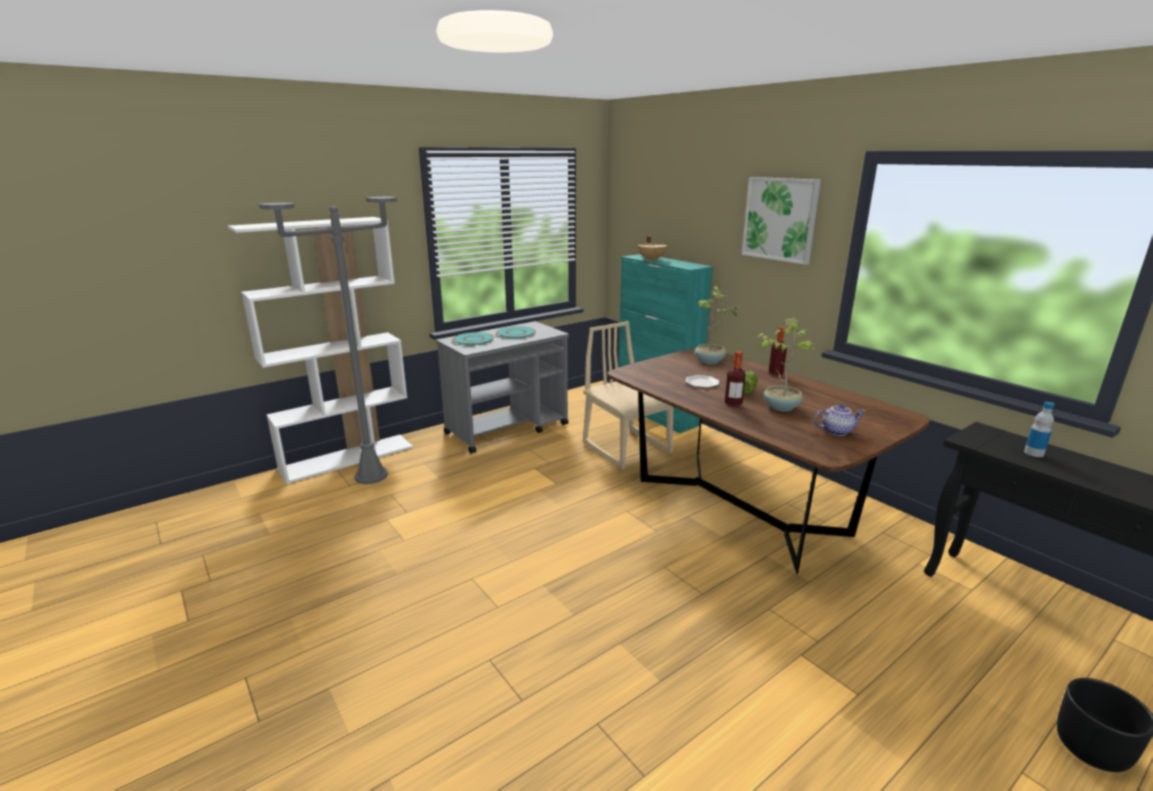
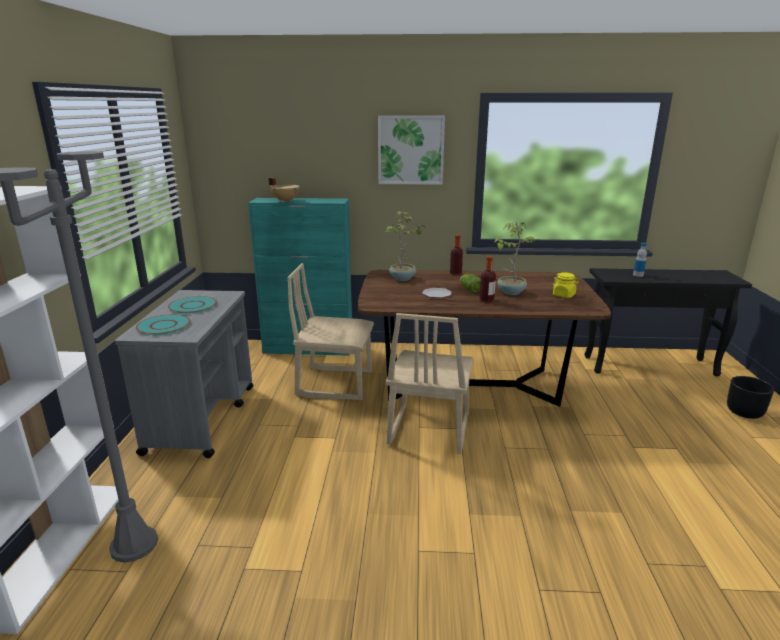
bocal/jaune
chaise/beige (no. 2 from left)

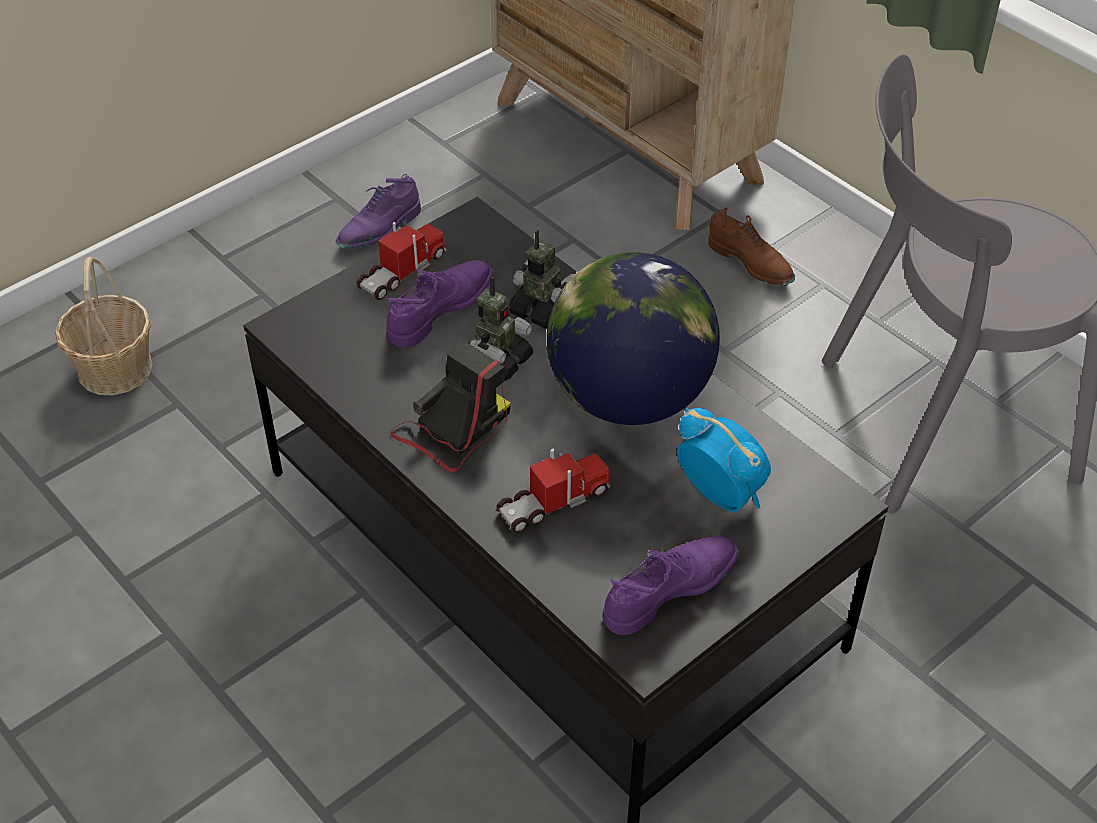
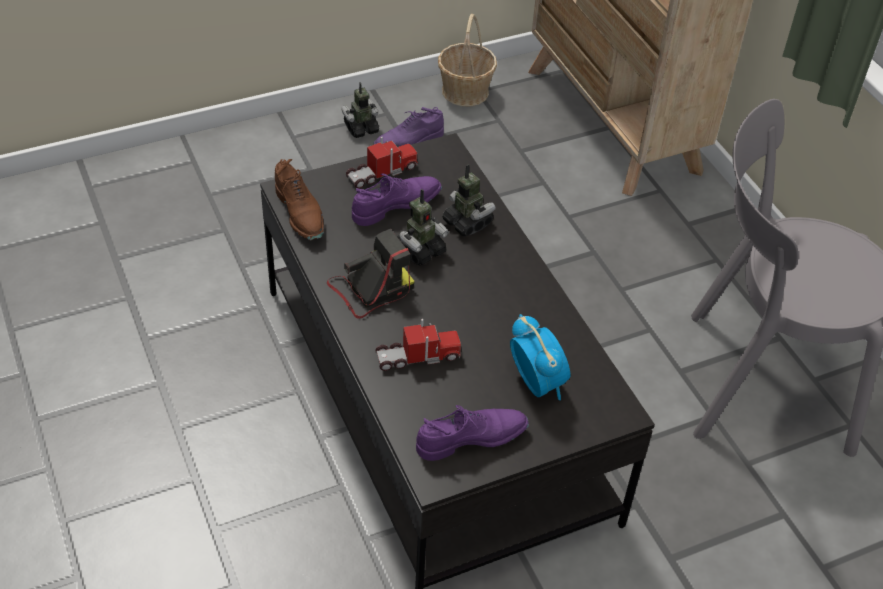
panier
globe
chaussure/marron
robot jouet (no. 1 from left)

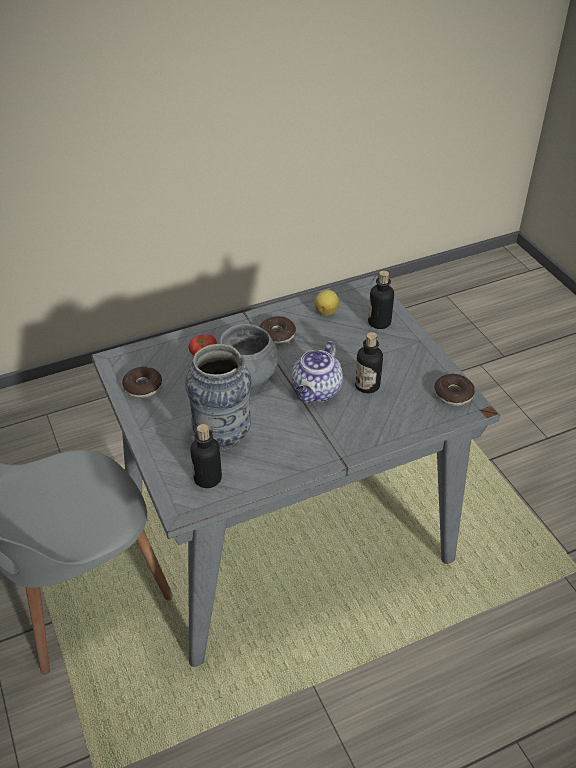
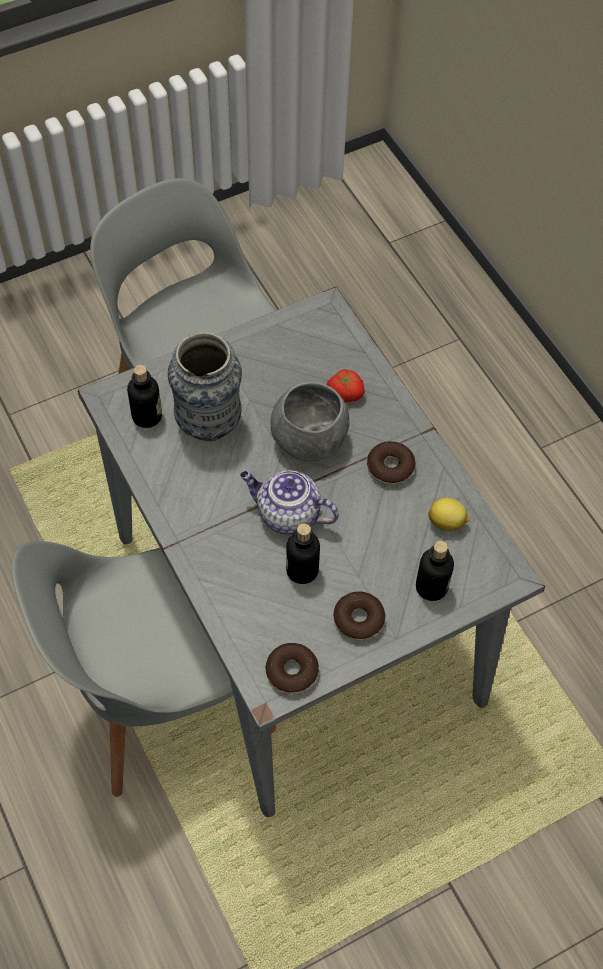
beignet (no. 2 from left)
chaise/gris (no. 1 from left)

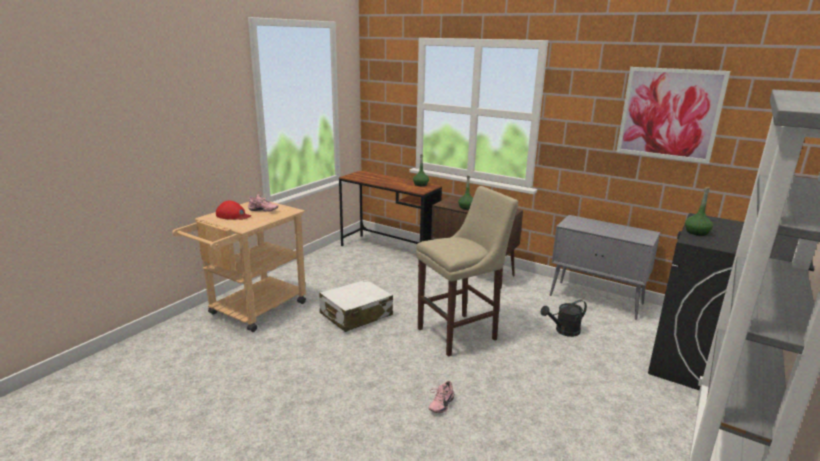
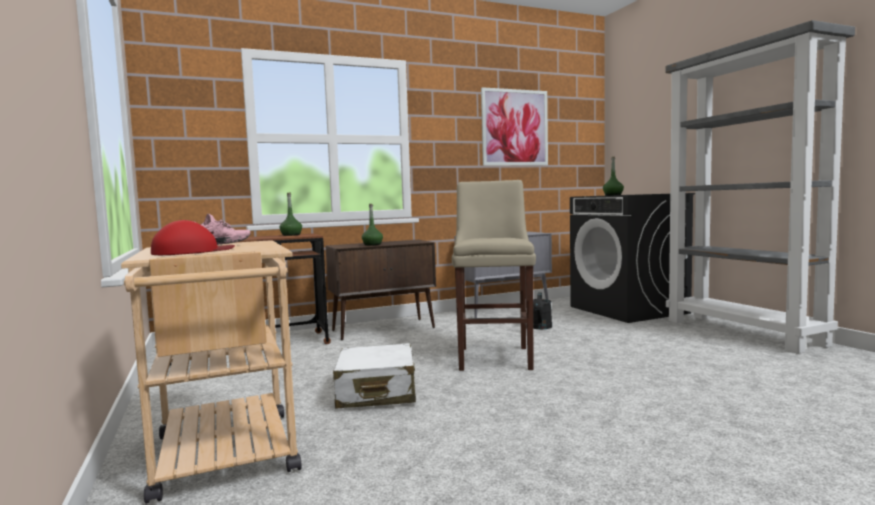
chaussure/rose (no. 2 from left in the first image)

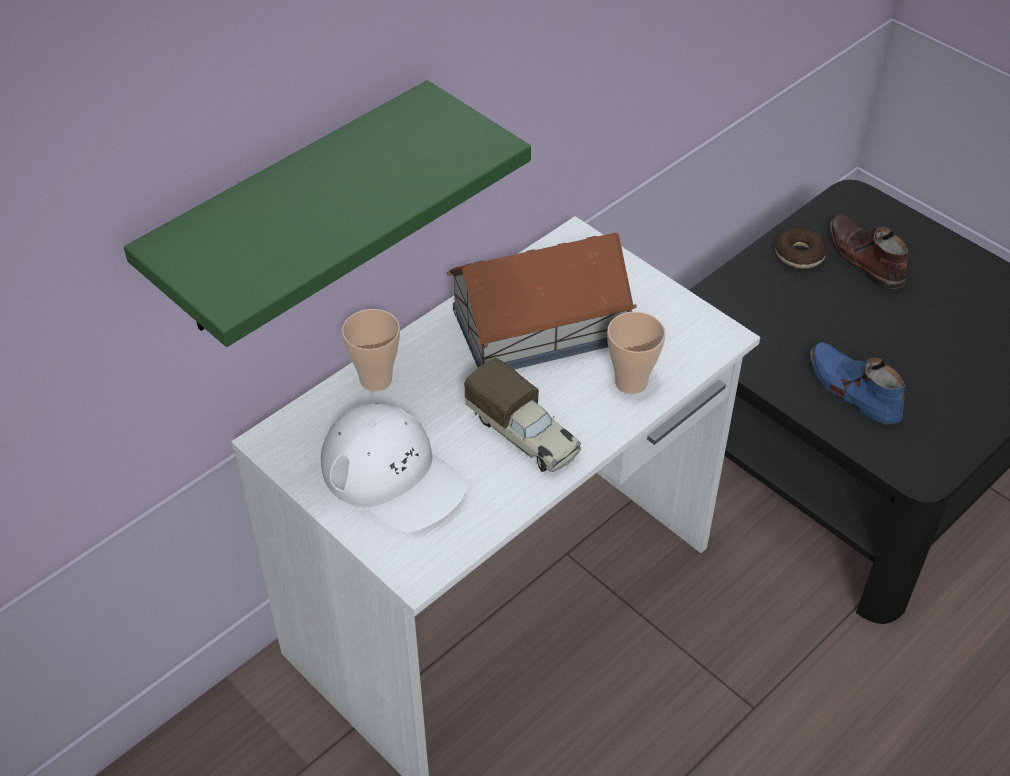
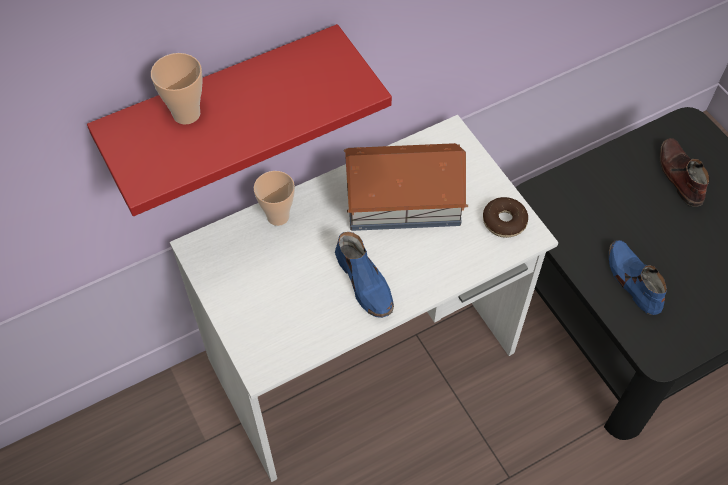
étagère/rouge
casquette/blanc
chaussure/bleu (no. 1 from left)
tasse (no. 1 from left)
beignet

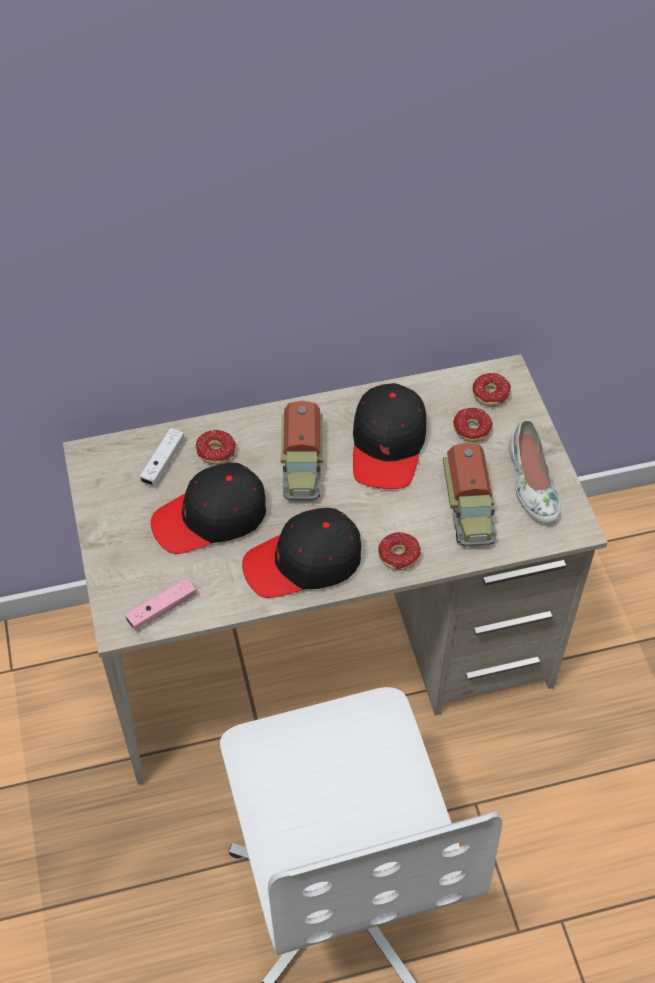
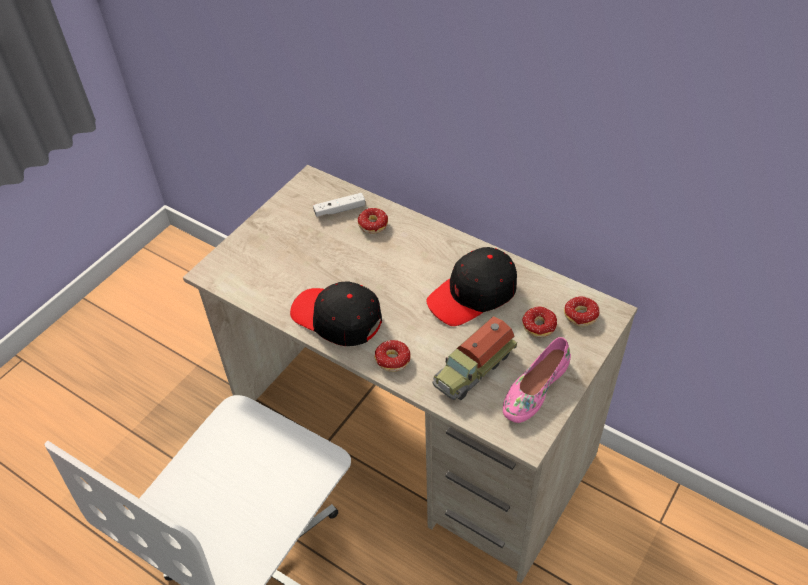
manette/rose
casquette/noir (no. 1 from left in the first image)
camion jouet (no. 1 from left in the first image)
chaussure/rose

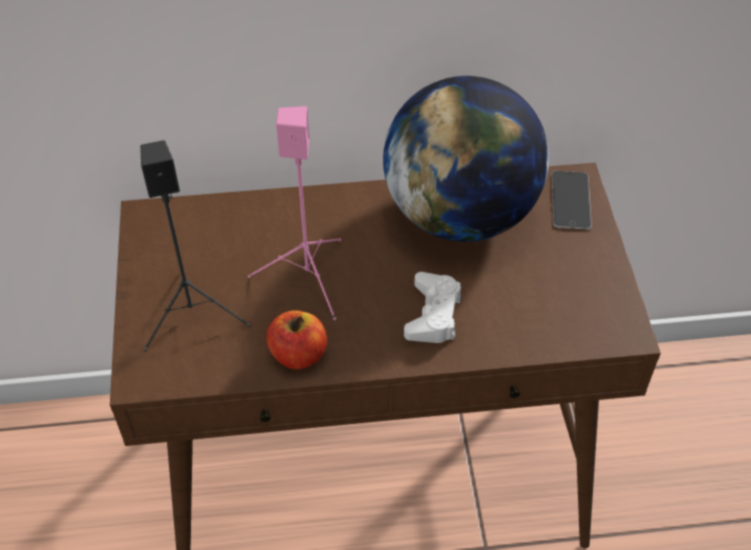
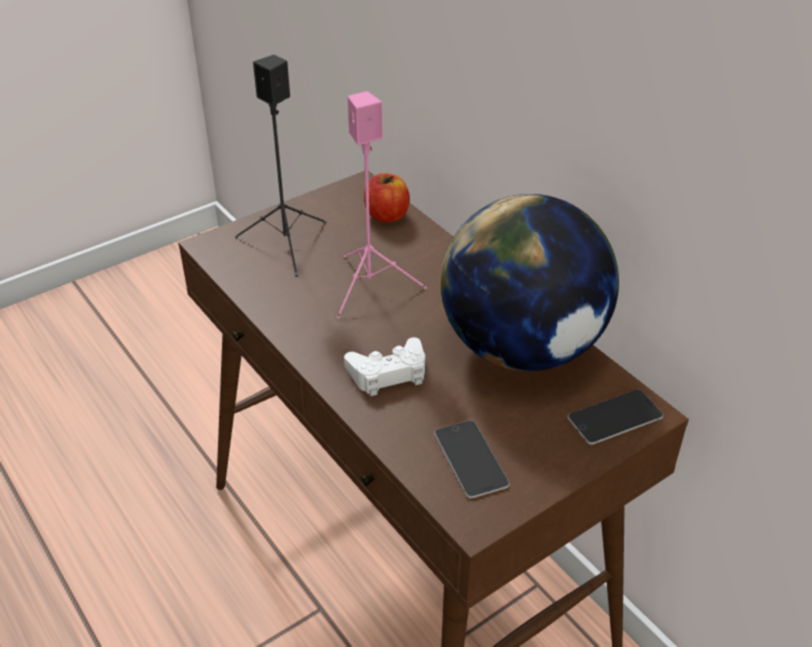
pomme
téléphone (no. 1 from left)

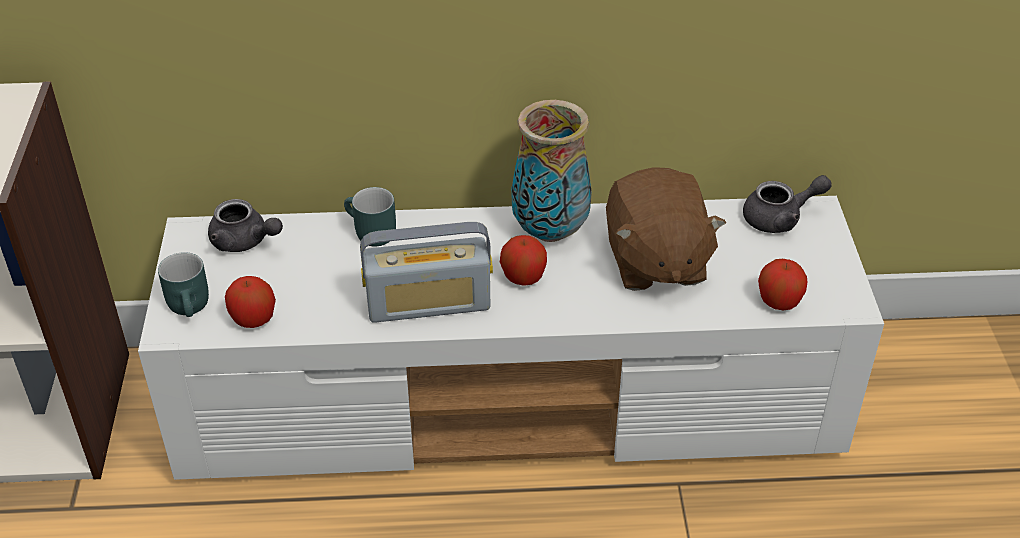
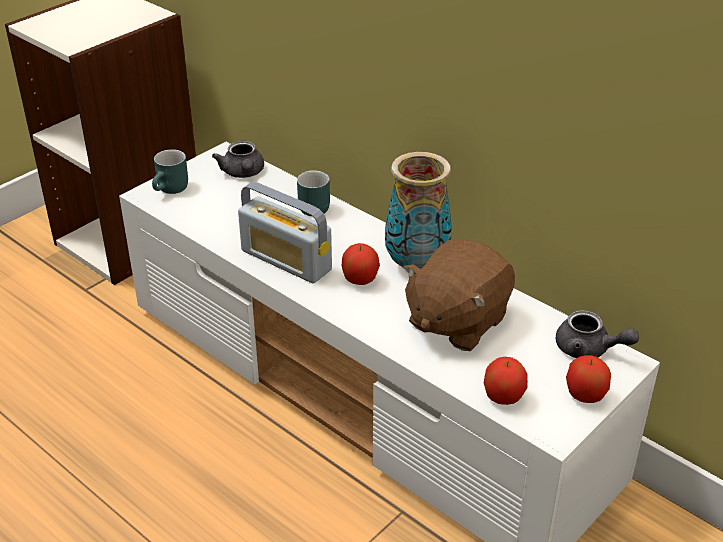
pomme (no. 3 from left)

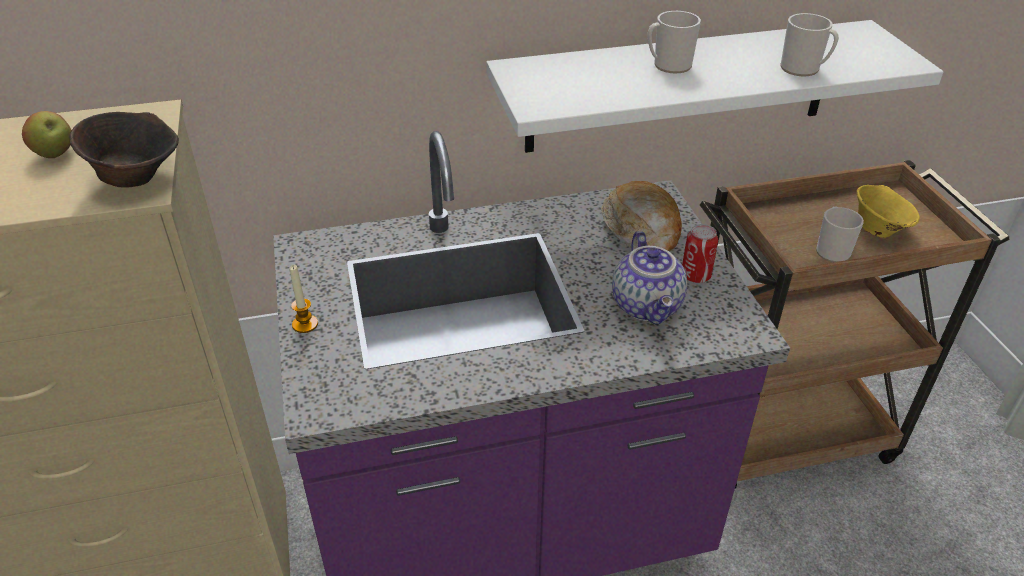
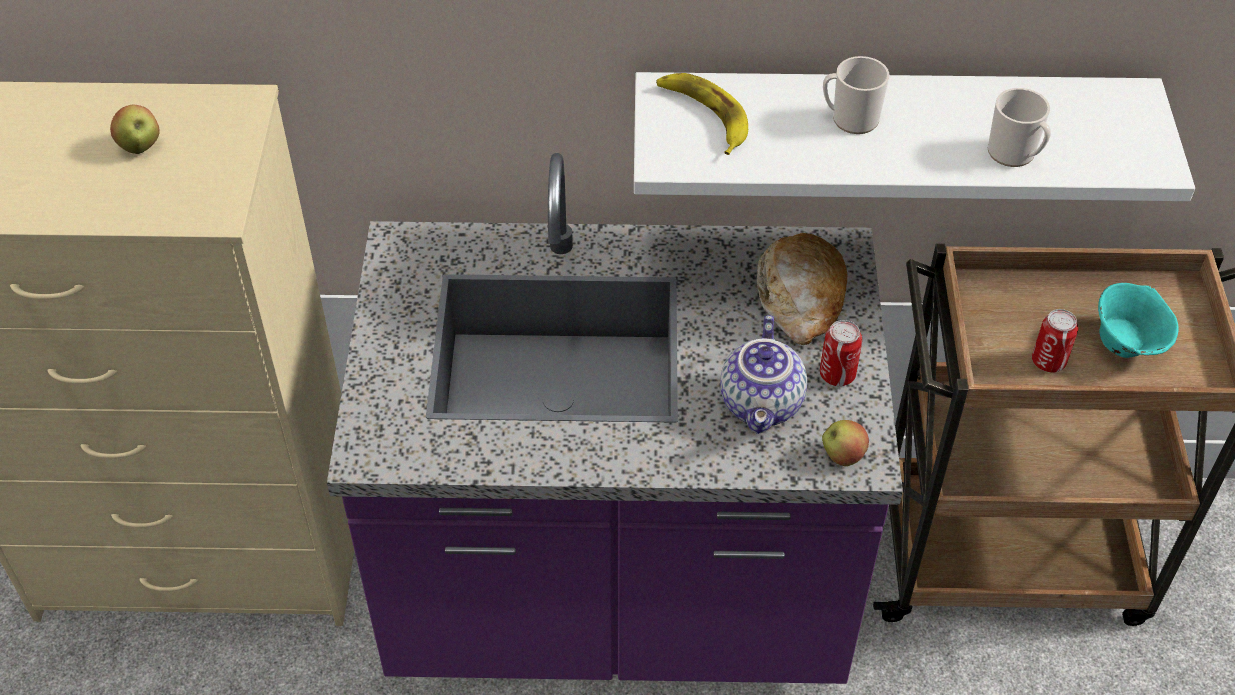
bol/marron
bougie
boîte métallique (no. 2 from left)
bol/turquoise
banane
pomme (no. 2 from left)

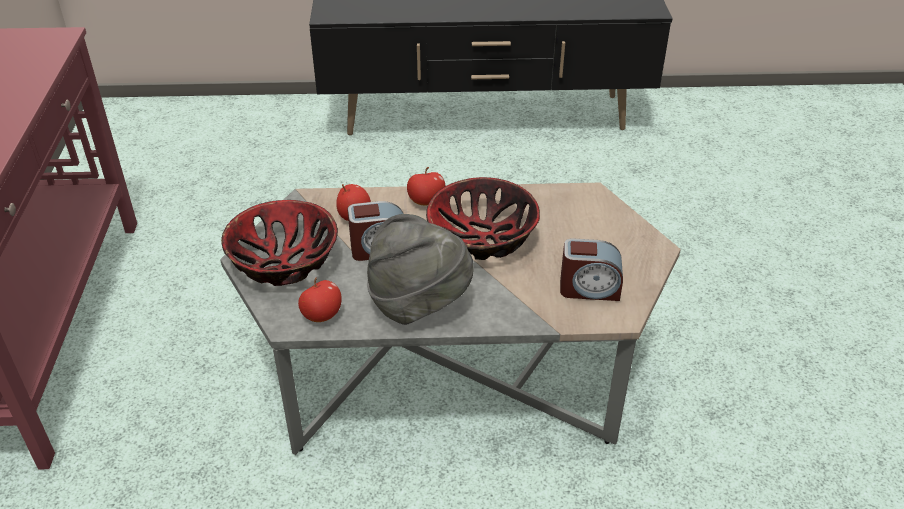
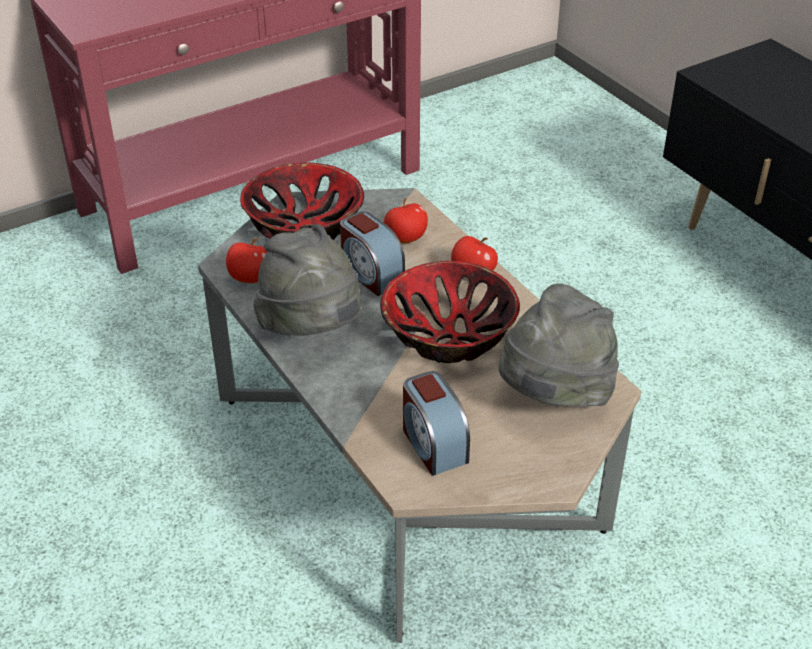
chapeau/gris (no. 2 from left)

